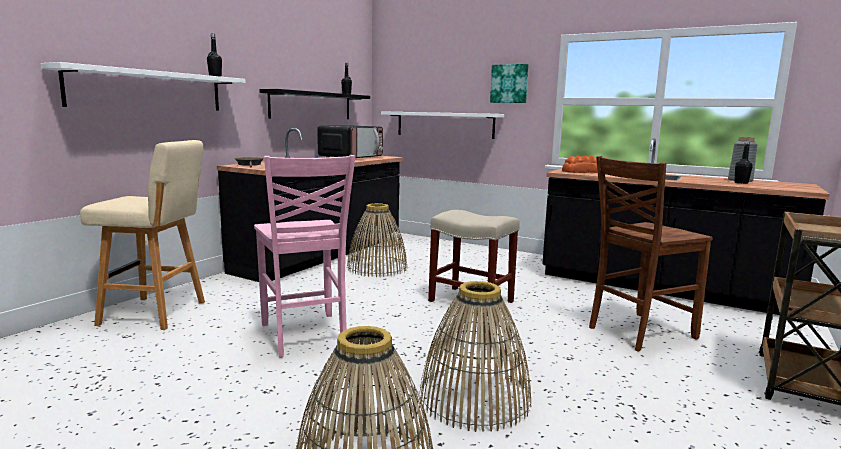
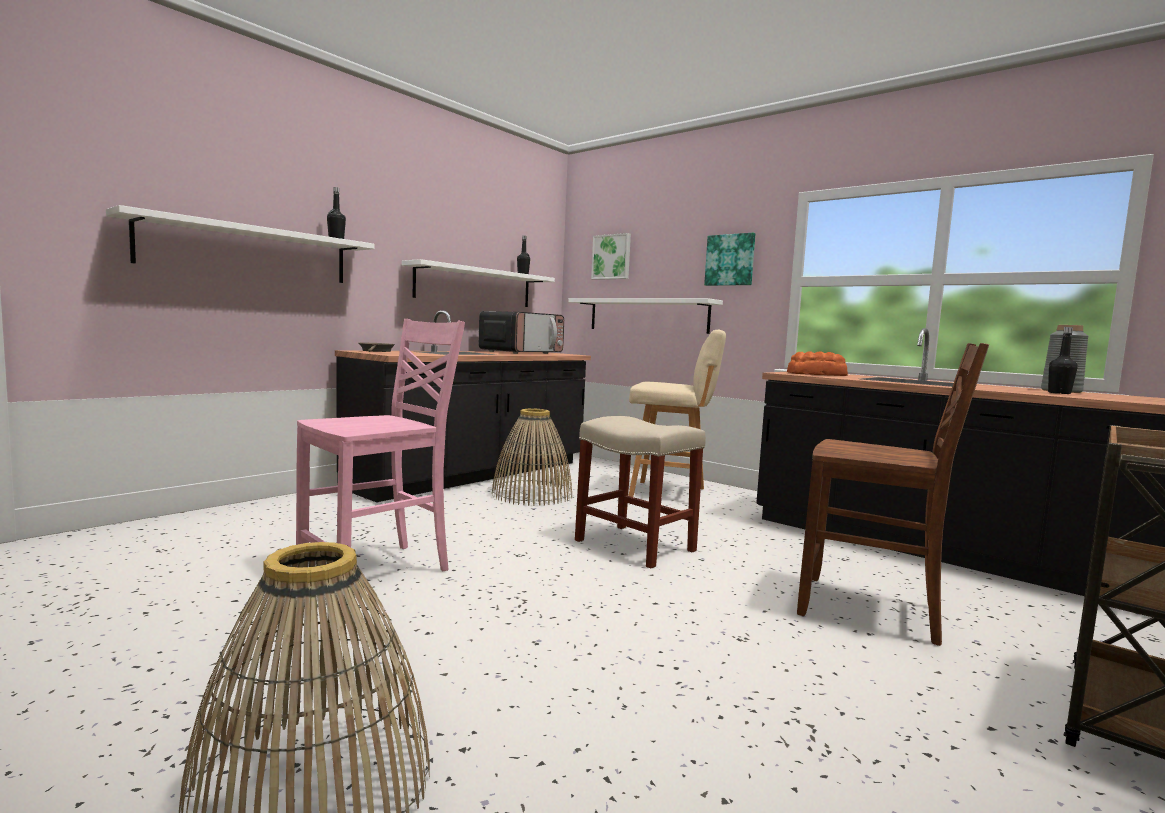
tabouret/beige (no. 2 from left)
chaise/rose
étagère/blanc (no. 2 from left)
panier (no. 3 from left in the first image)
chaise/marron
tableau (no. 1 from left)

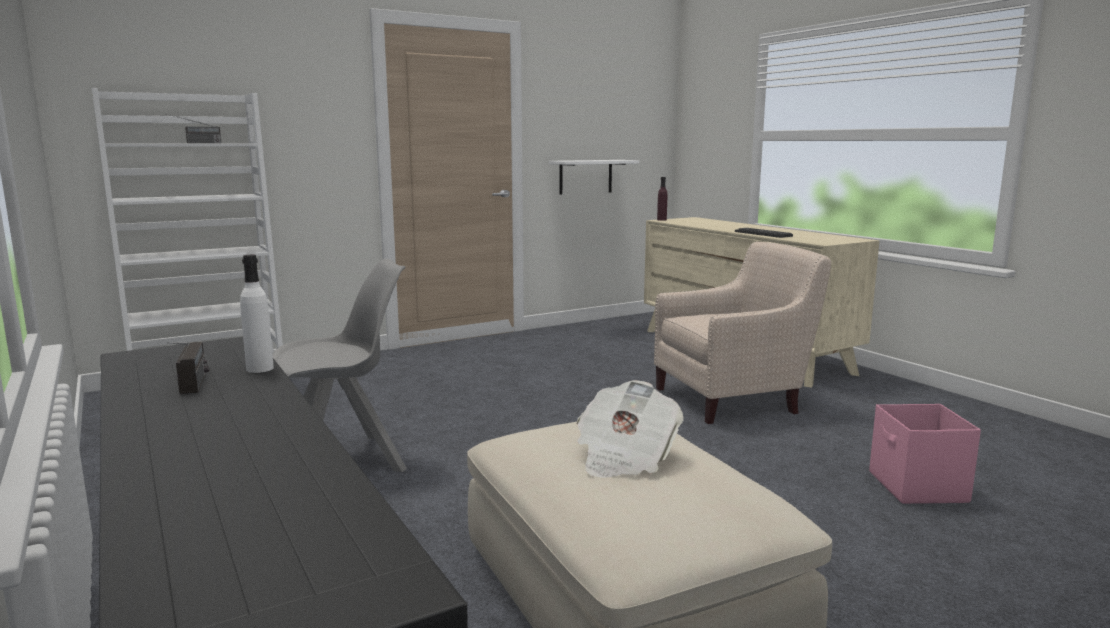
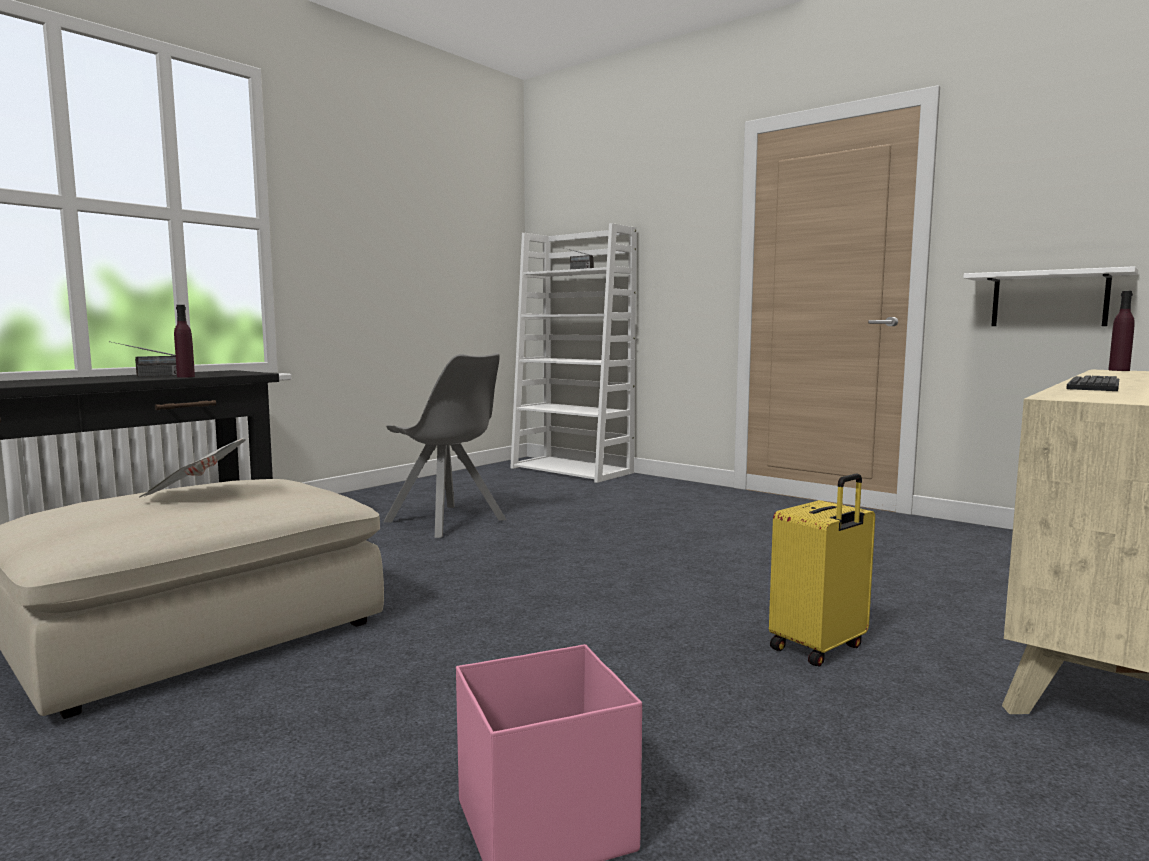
bouteille/violet (no. 1 from left)
valise/jaune

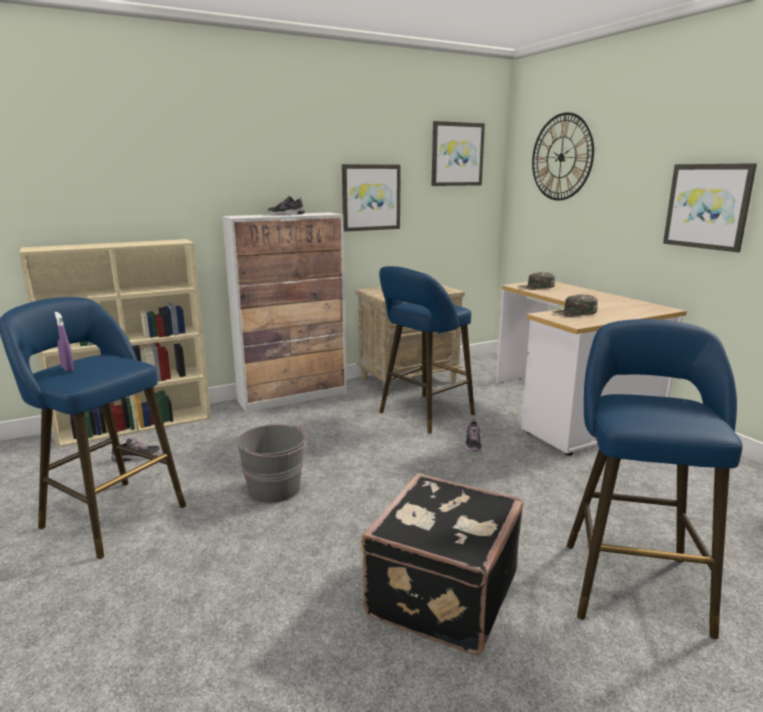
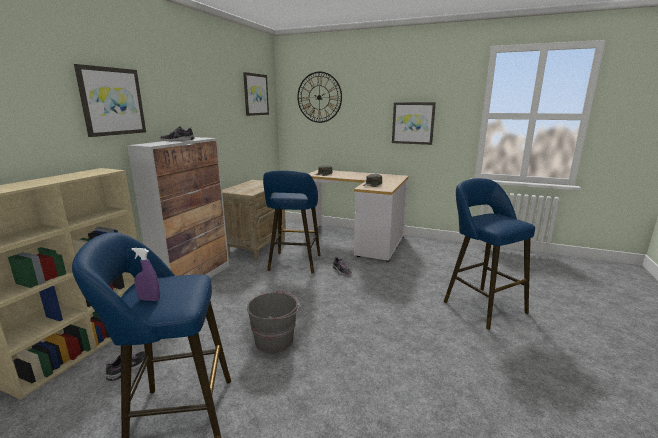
tableau (no. 1 from left)
valise/noir

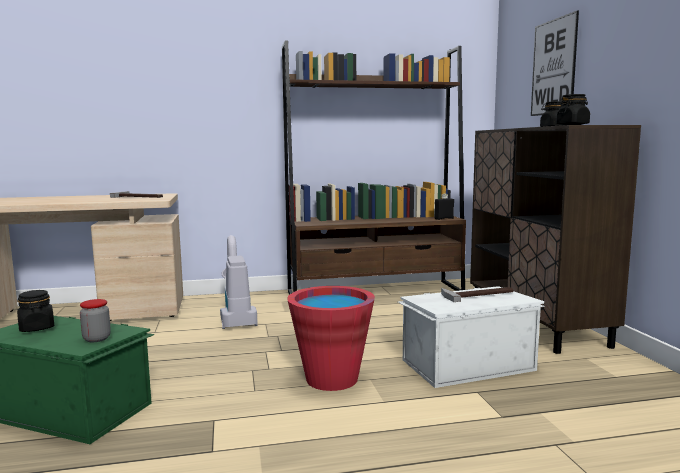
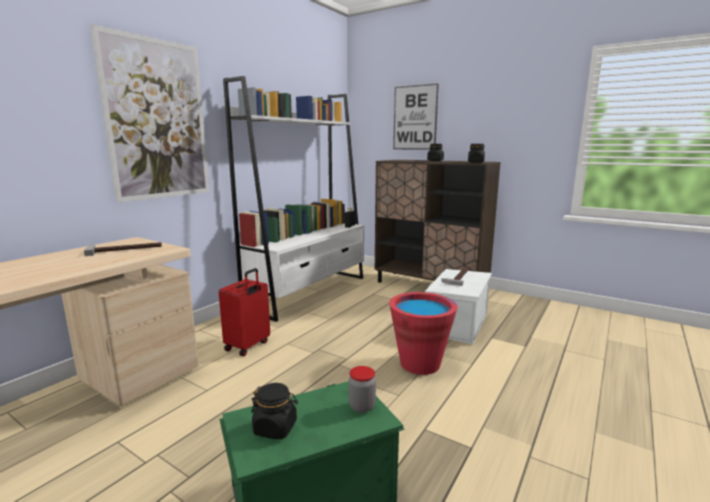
valise/rouge
bibliothèque/blanc
tableau (no. 1 from left)

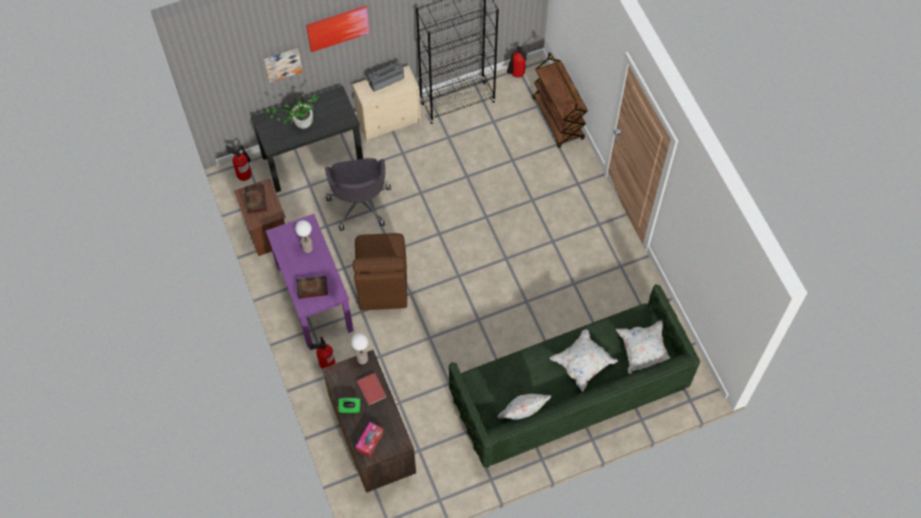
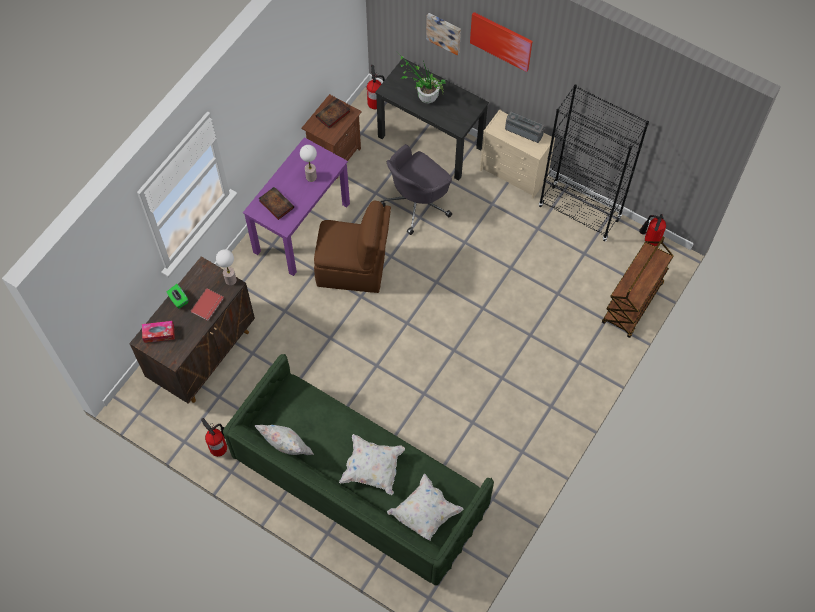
extincteur (no. 1 from left)
chaise/marron

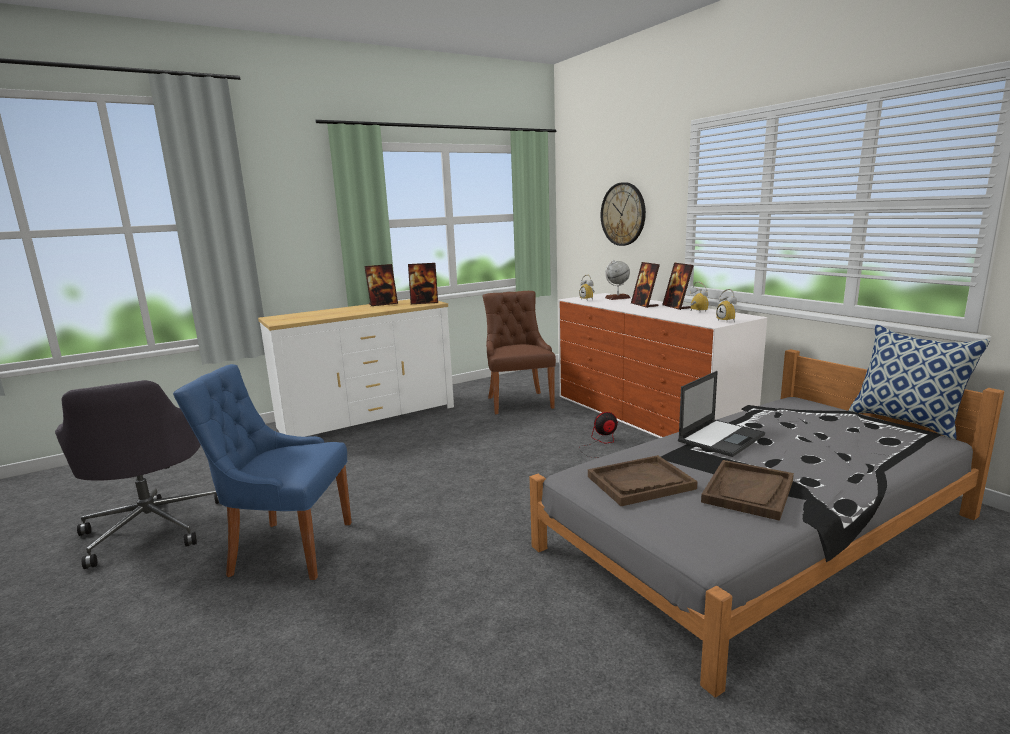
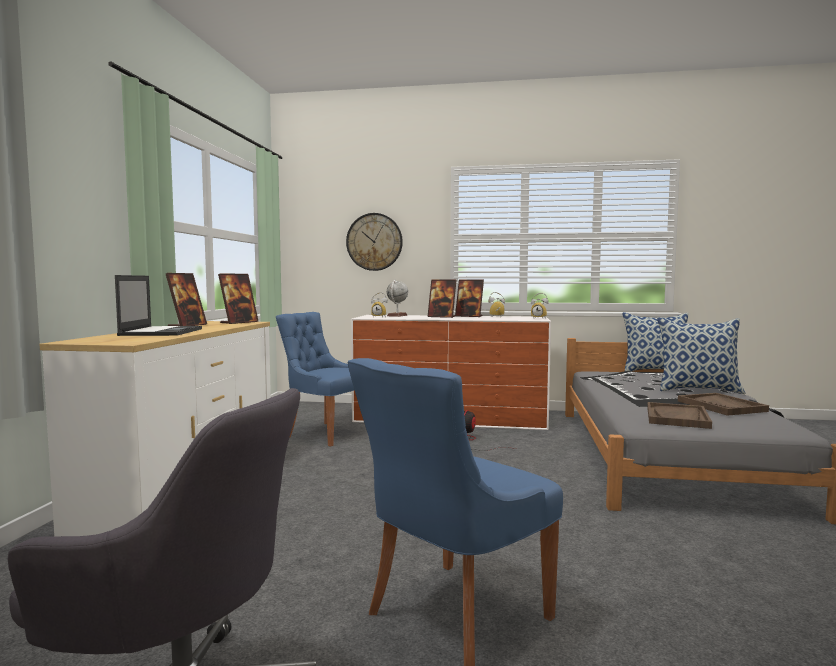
chaise/bleu (no. 1 from left)
ordinateur portable
coussin (no. 2 from left)

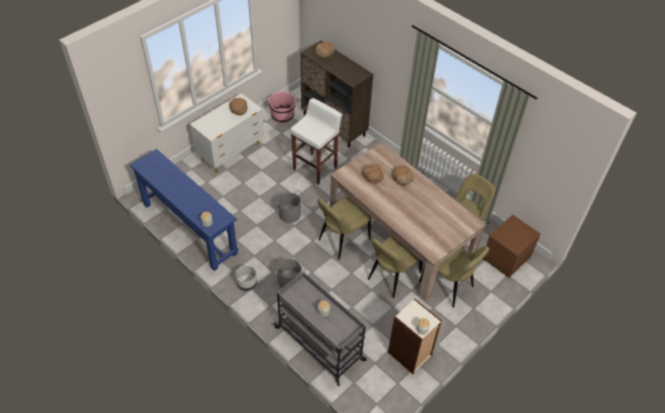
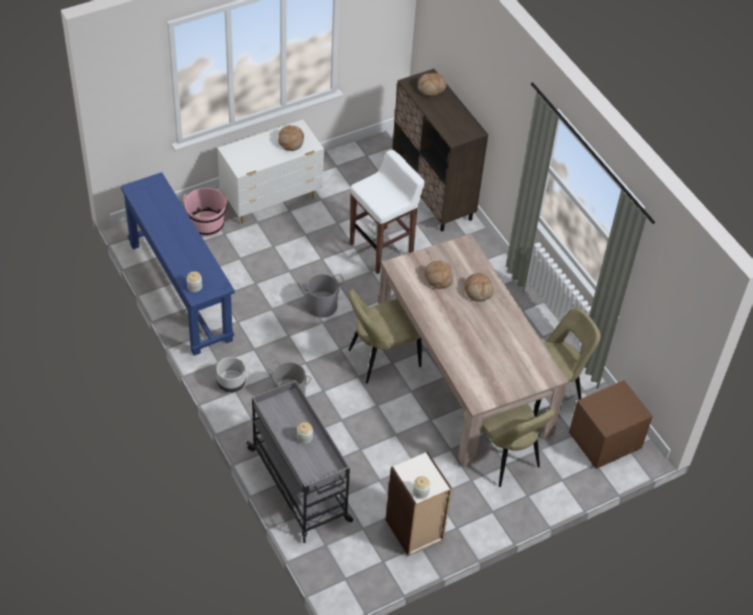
seau/rose
chaise/beige (no. 2 from left in the first image)

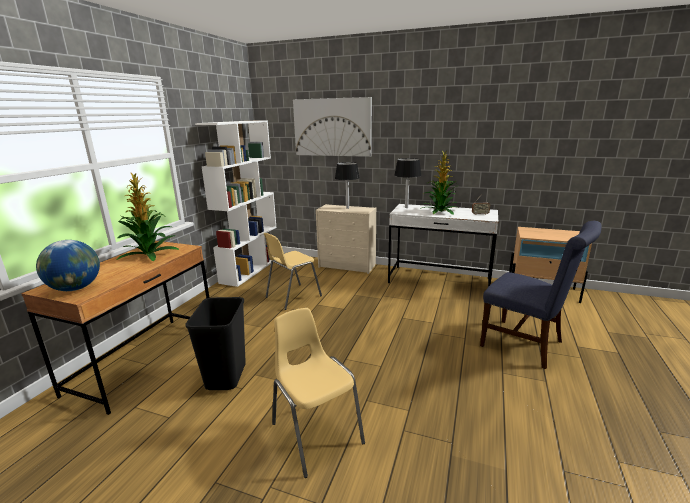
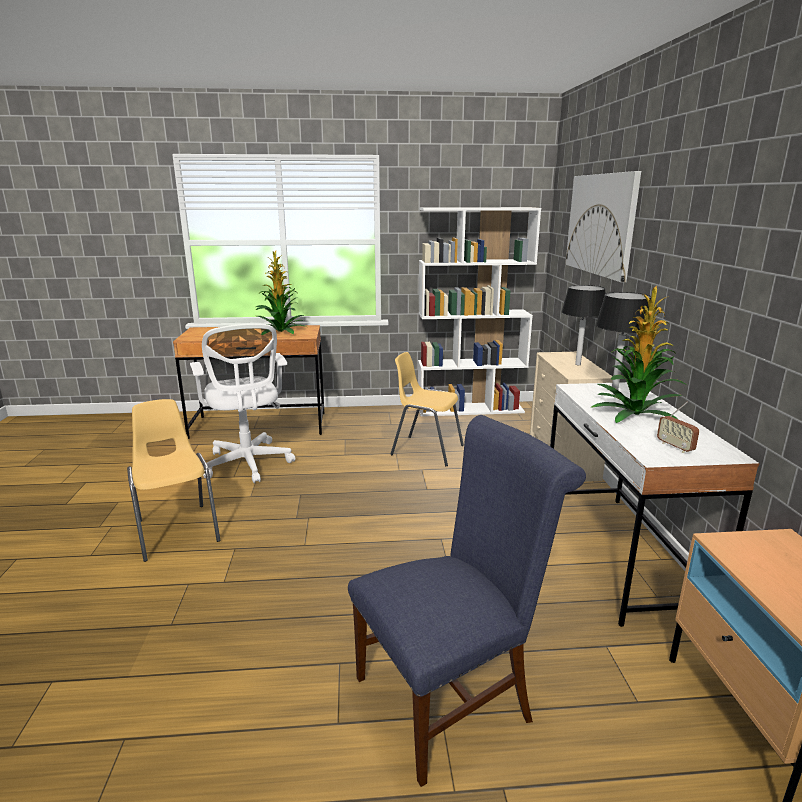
globe
chaise de bureau/blanc
chaise/jaune (no. 1 from left)
chaise/bleu

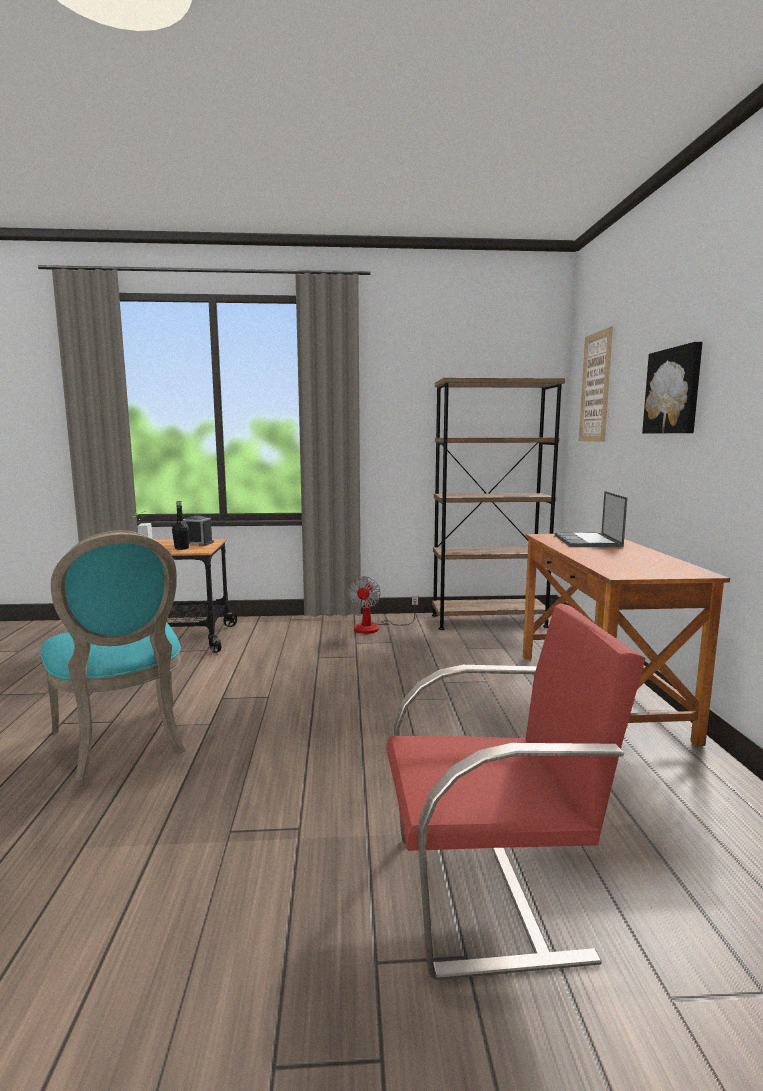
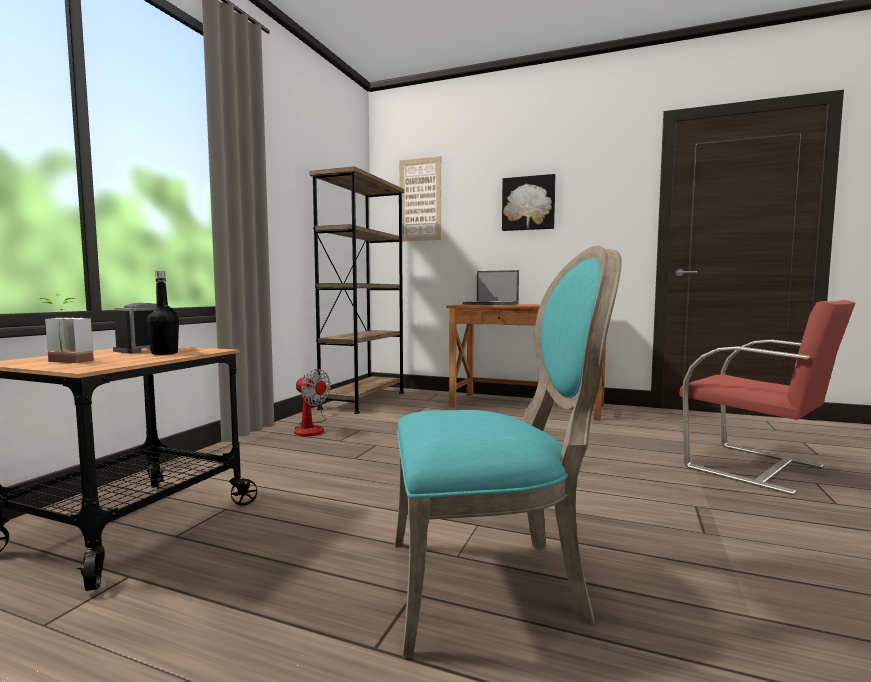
chaise/rouge

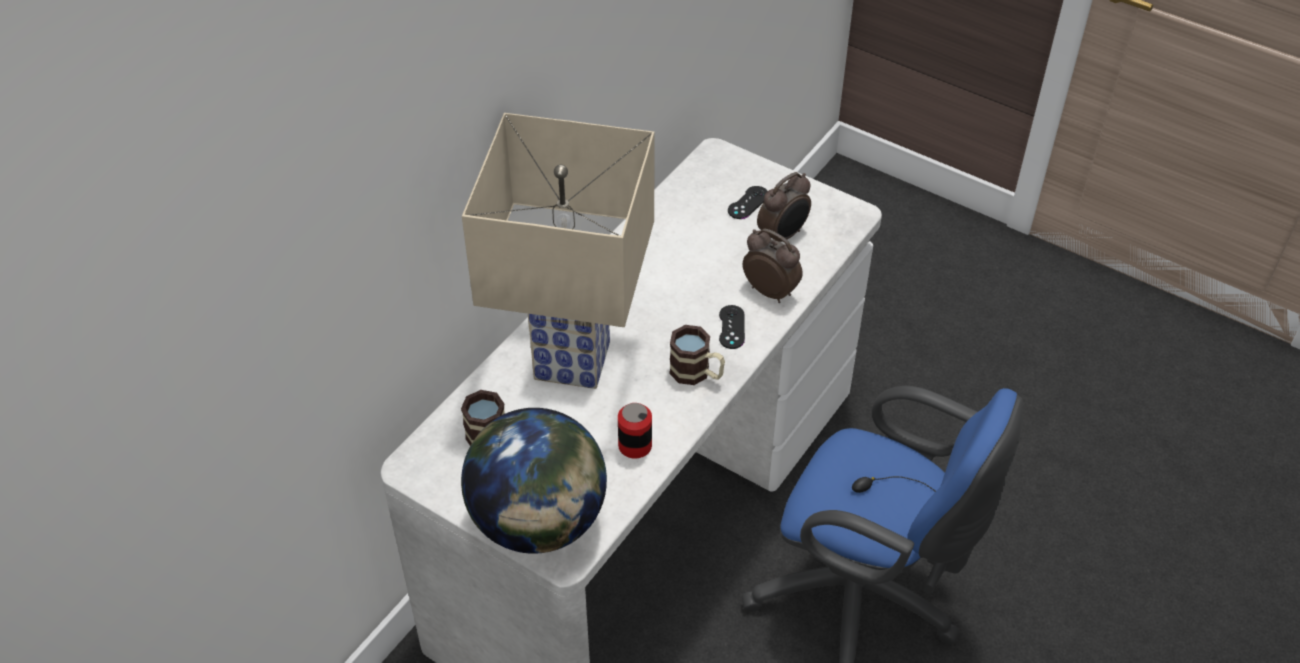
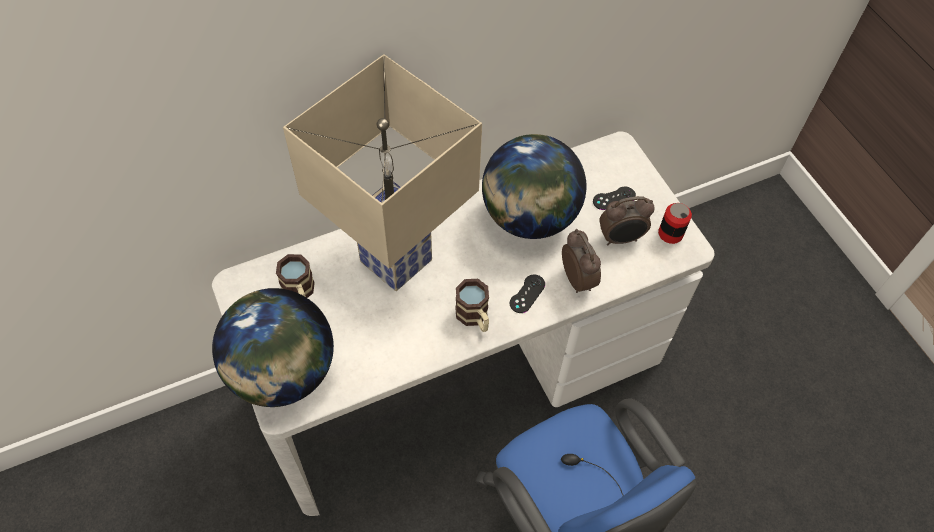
boîte métallique
globe (no. 2 from left)

